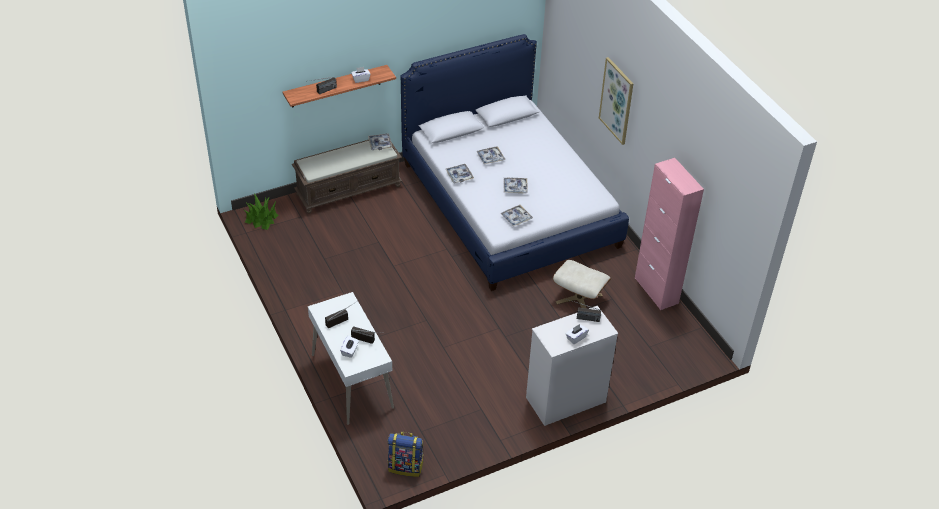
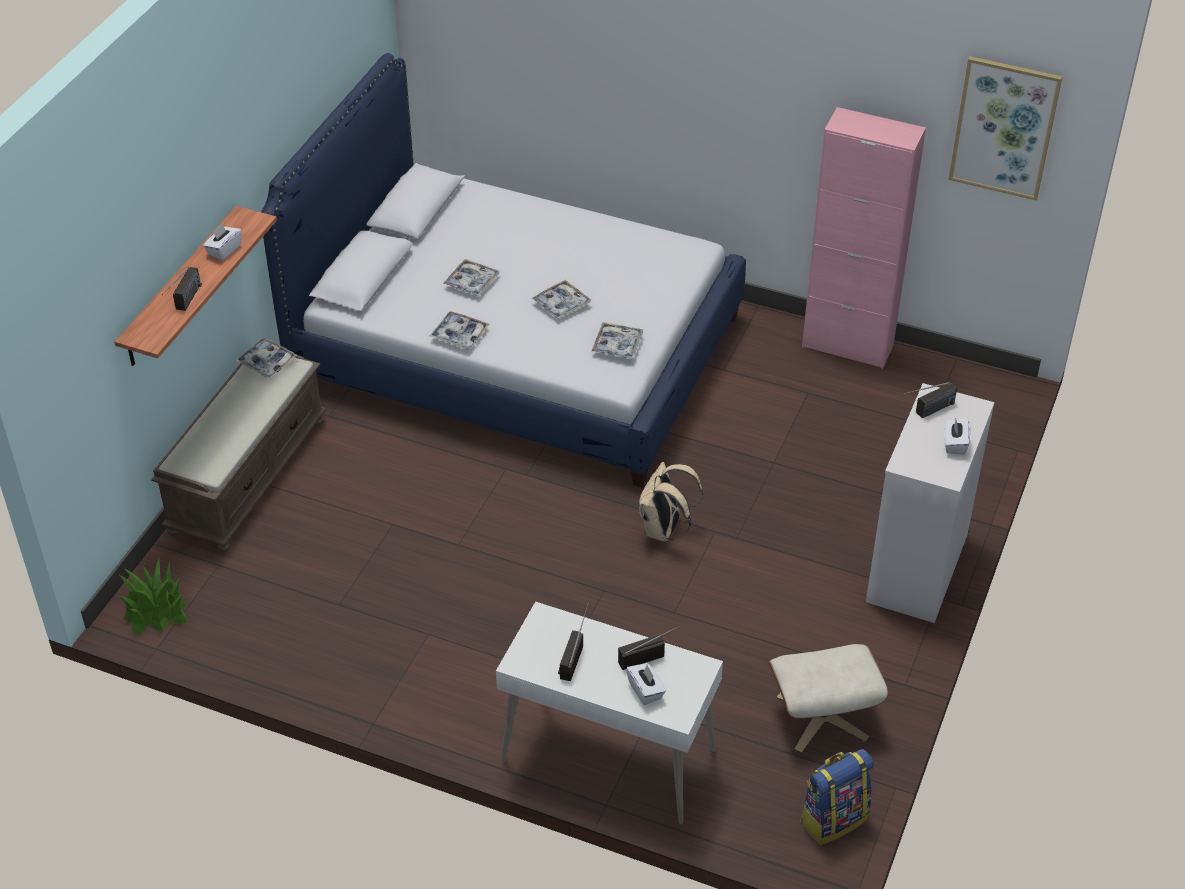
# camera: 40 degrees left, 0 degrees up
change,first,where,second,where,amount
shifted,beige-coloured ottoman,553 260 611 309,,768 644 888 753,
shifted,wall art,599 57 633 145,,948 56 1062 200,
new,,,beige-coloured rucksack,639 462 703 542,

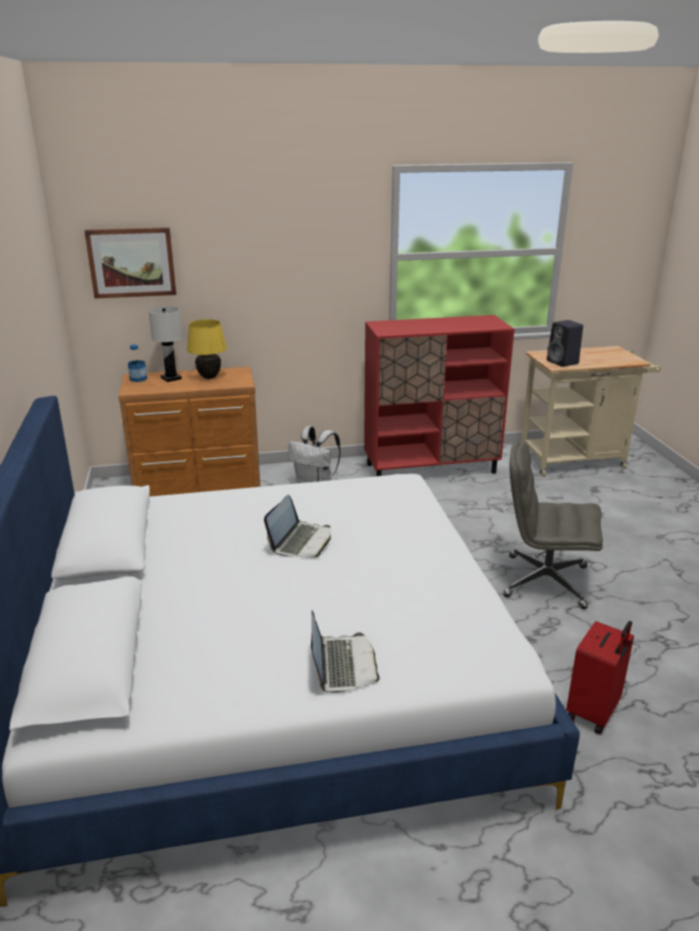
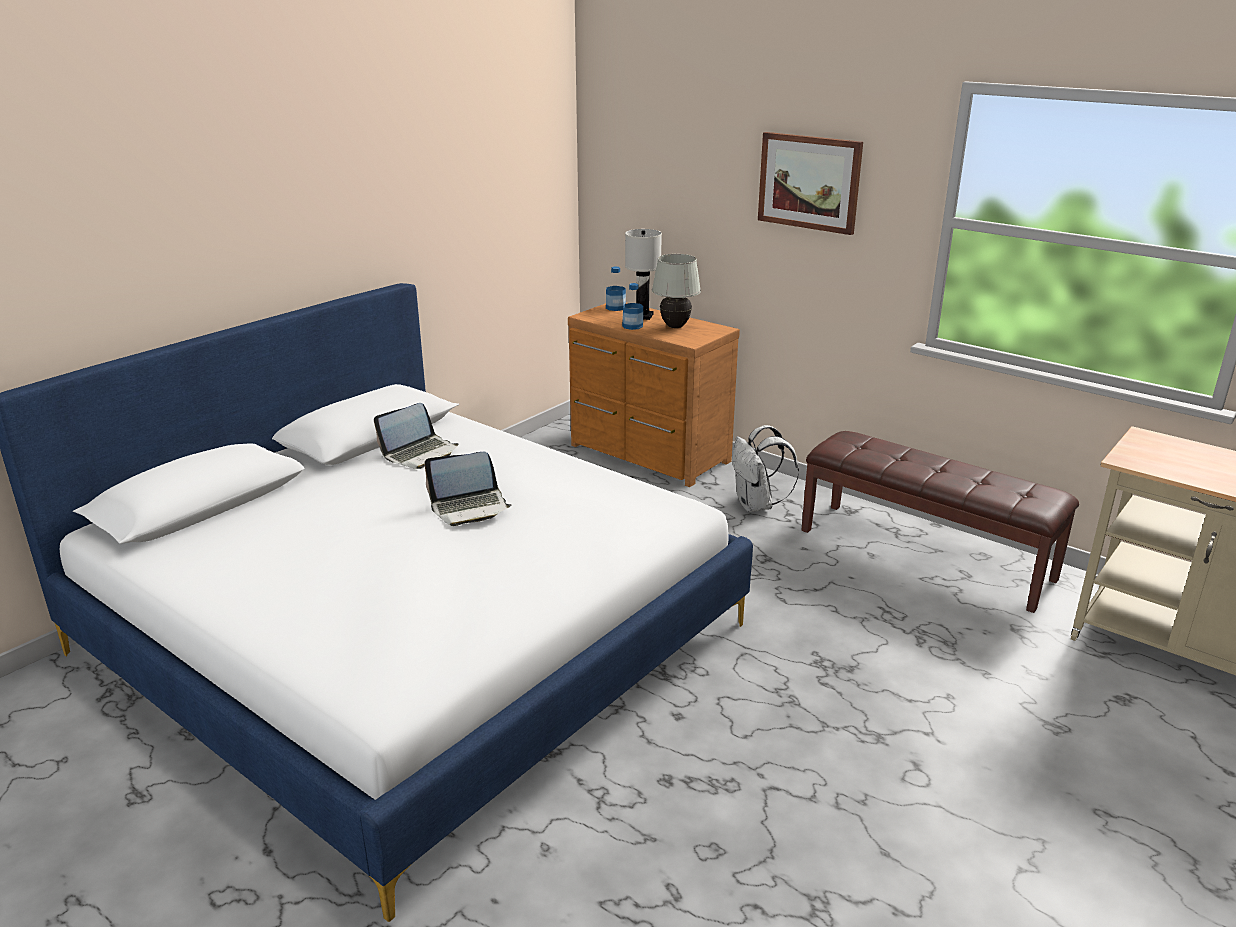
# camera: 50 degrees right, 0 degrees up
change,first,where,second,where,amount
shifted,wall art,84 227 176 298,,758 132 863 235,
repainted,yellowish tabletop lamp,187 319 227 379,white-coloured tabletop lamp,652 254 701 328,
shifted,laptop,311 611 380 693,,374 403 458 469,
swapped,red-coloured storage cabinet,364 315 515 476,brown long seat,801 431 1079 613,
gone,gray office chair,503 441 603 609,,,
gone,black-coloured loudspeaker,547 320 583 367,,,
gone,red-coloured piece of luggage,566 621 634 735,,,
new,,,bottle,622 283 643 330,

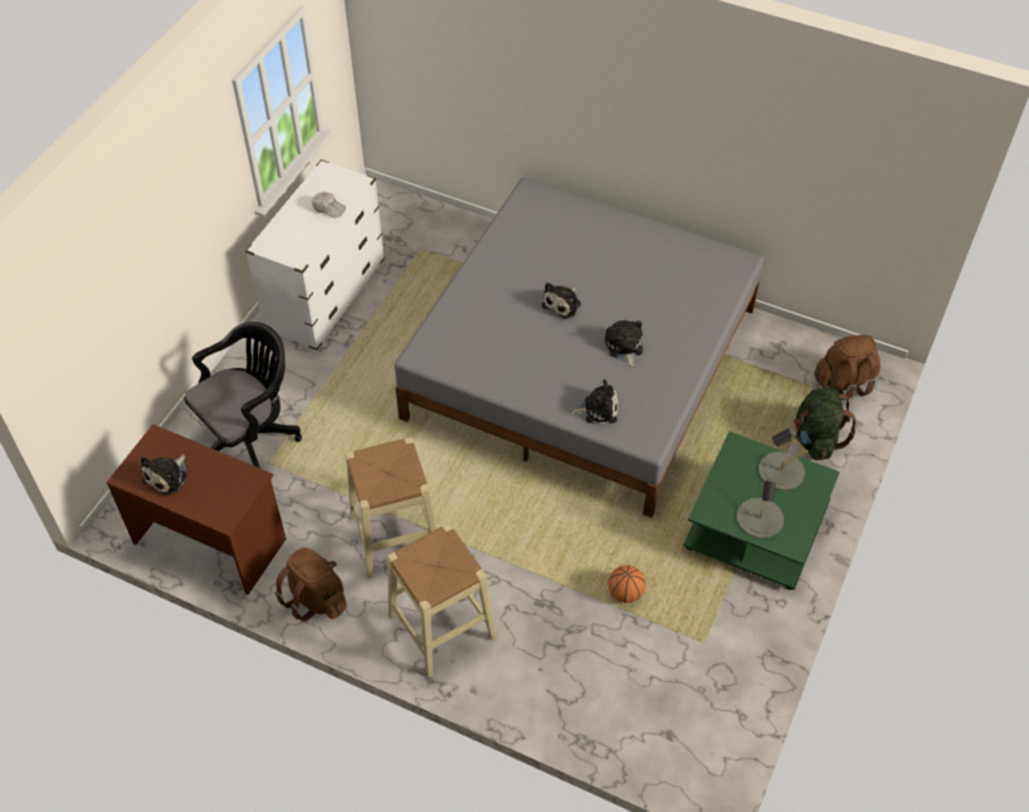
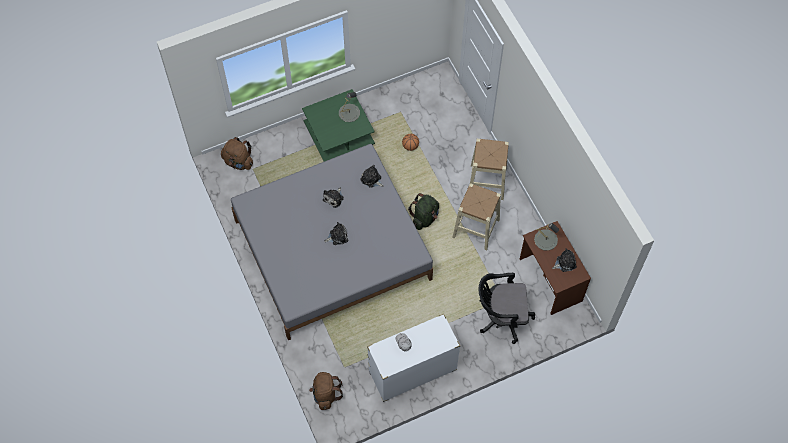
# camera: 140 degrees left, 10 degrees up
change,first,where,second,where,amount
shifted,brown rucksack,275 547 347 622,,309 372 343 410,
shifted,gray tabletop lamp,759 428 808 490,,534 223 559 250,
shifted,green-coloured rucksack,793 387 856 460,,408 193 439 230,

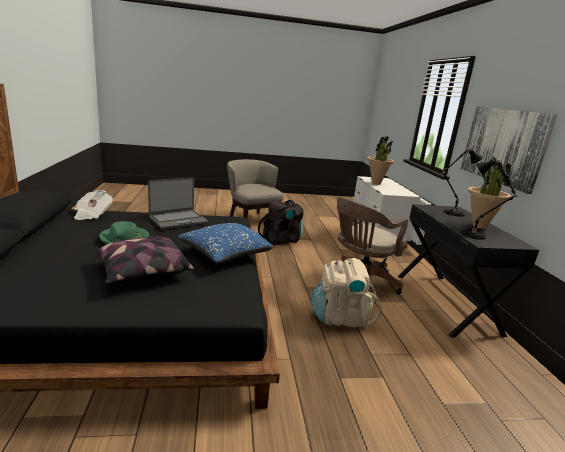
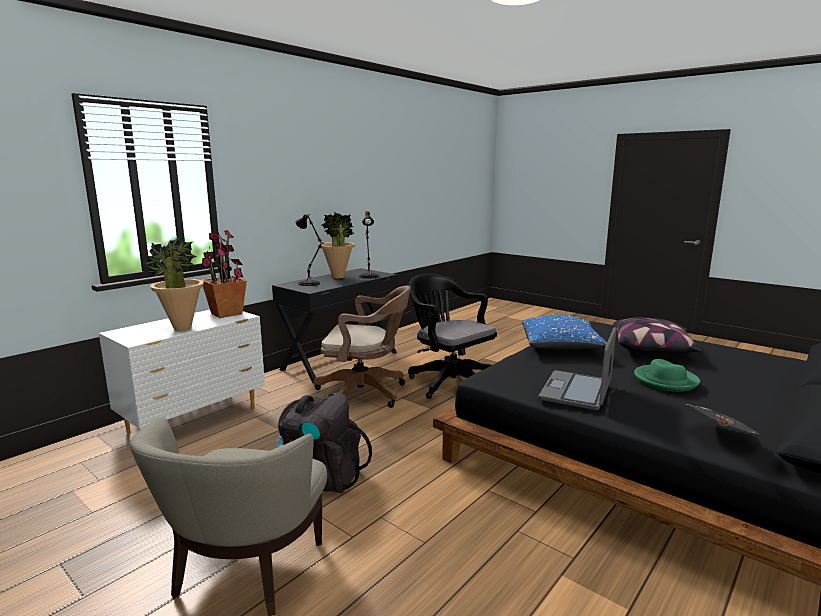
# camera: 130 degrees left, 5 degrees down
change,first,where,second,where,amount
rotated,laptop,148 177 208 230,,539 327 616 410,75 degrees counterclockwise
swapped,beige-coloured rucksack,311 258 382 328,black-coloured office chair,408 274 497 399,
gone,wall art,461 106 557 194,,,
new,,,plant in a pot,201 230 247 318,

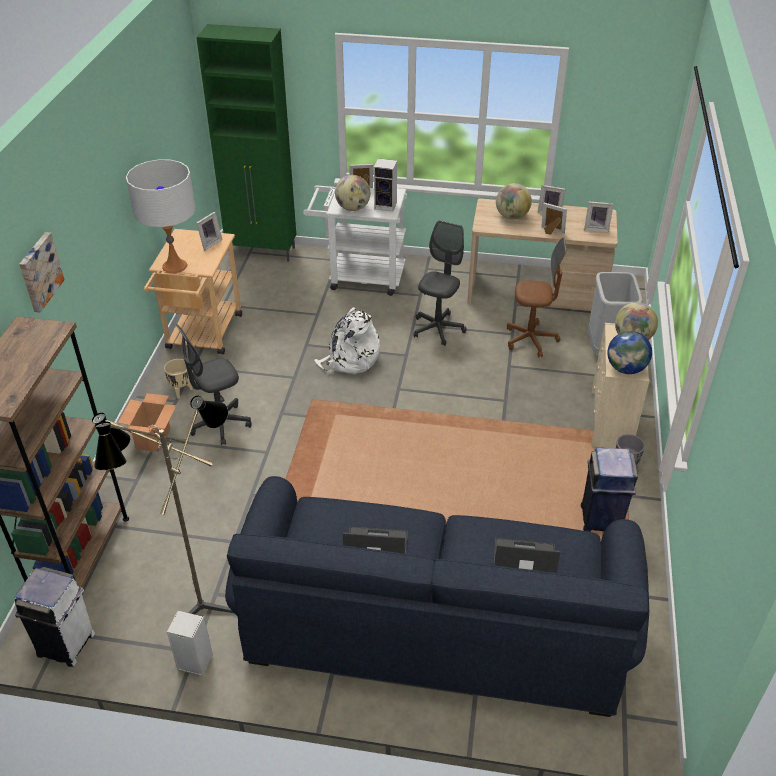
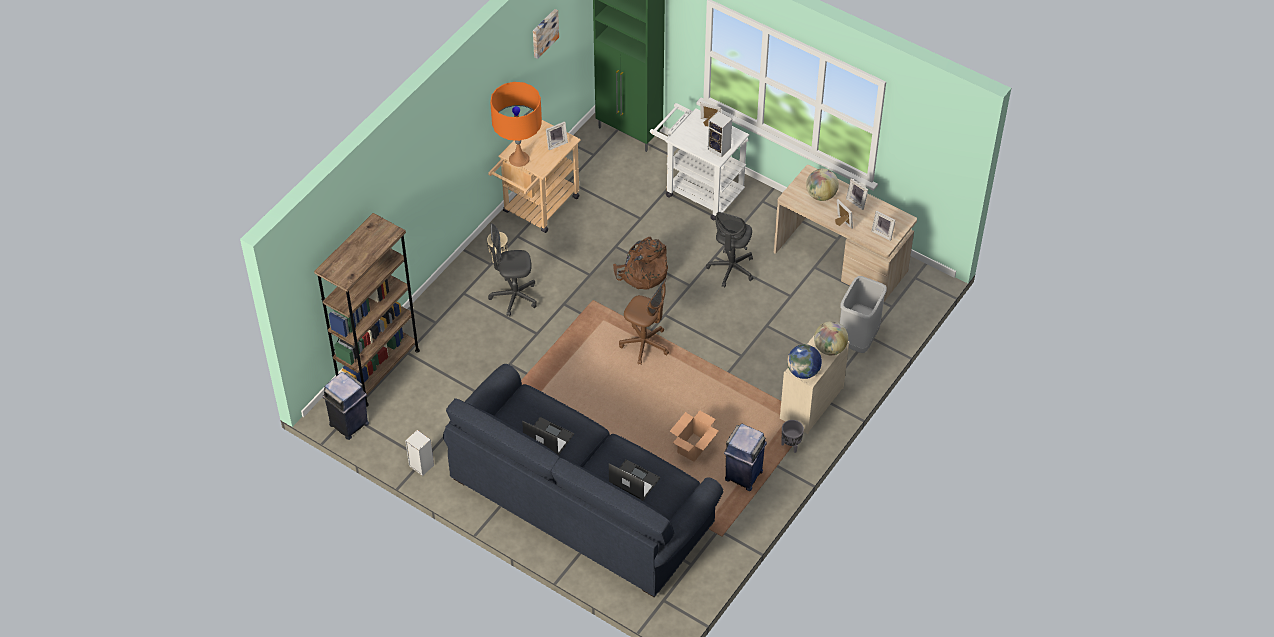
# camera: 25 degrees right, 10 degrees up
change,first,where,second,where,amount
repainted,white-coloured trash can,15 567 95 667,blue-coloured trash can,322 372 369 440,
shifted,wall art,19 232 64 313,,533 9 559 59,
gone,standard lamp,92 396 234 614,,,
shifted,packing box,118 393 176 452,,670 411 719 462,
repainted,white-coloured tabletop lamp,126 159 196 273,orange-coloured tabletop lamp,490 82 542 167,
repainted,white-coloured rucksack,314 307 380 375,brown rucksack,613 237 668 289,
gone,globe,335 175 370 211,,,
rotated,gray office chair,413 220 467 346,,706 212 753 287,150 degrees clockwise
shifted,brown office chair,507 238 567 357,,619 278 669 364,

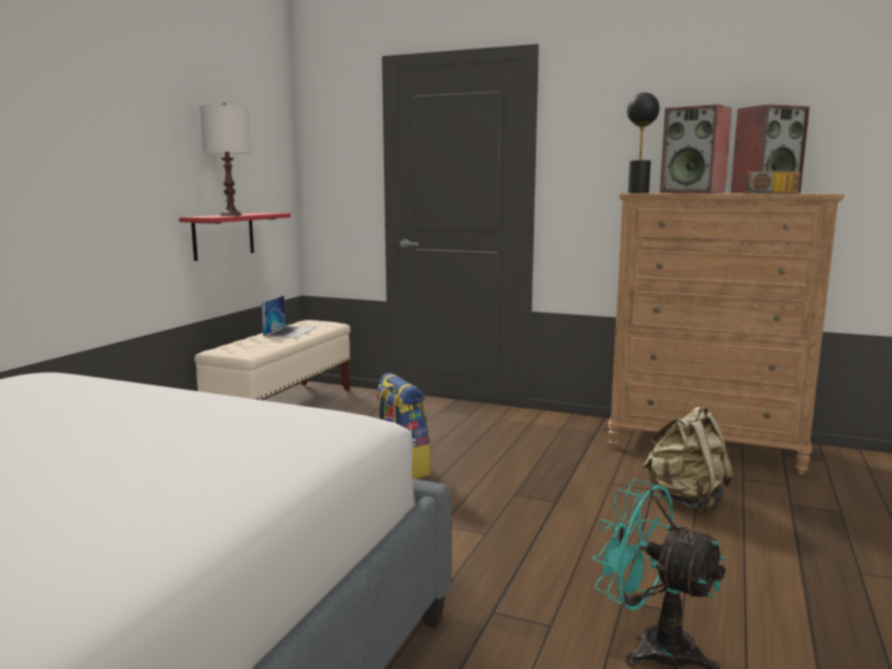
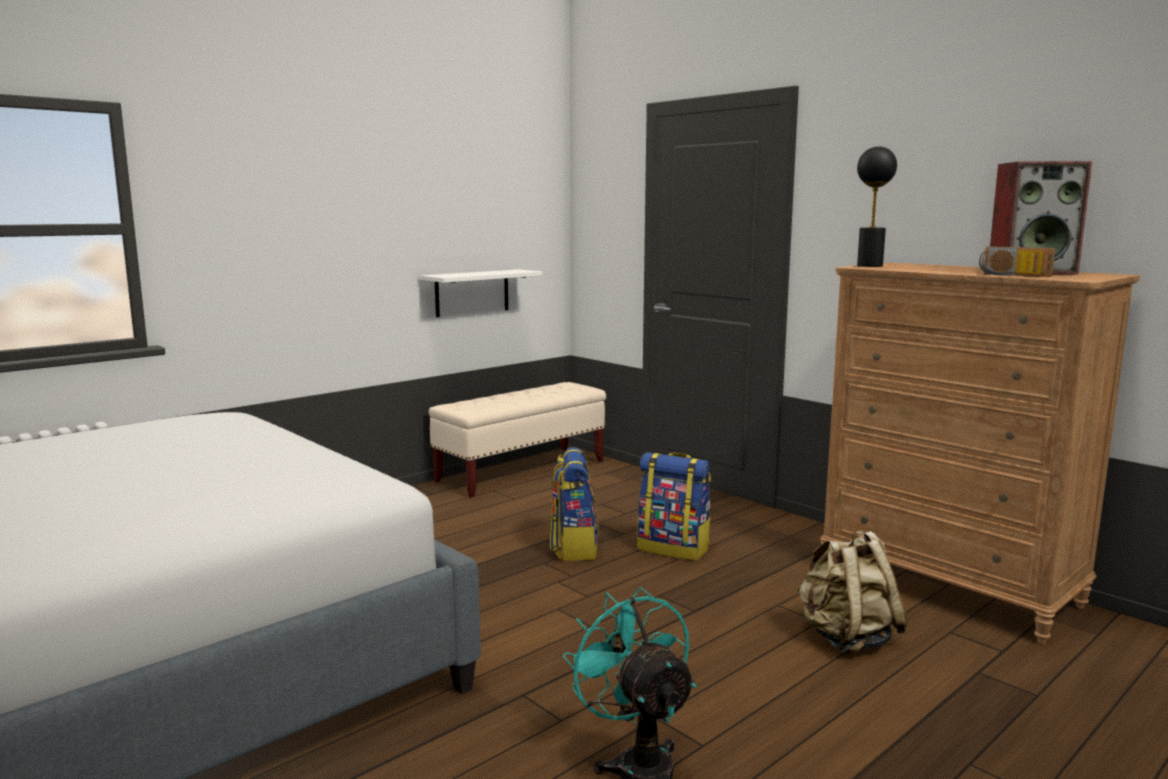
# camera: 25 degrees right, 0 degrees up
change,first,where,second,where,amount
repainted,red-coloured bracket shelf,179 213 291 261,white-coloured bracket shelf,421 269 543 317,
gone,white-coloured tabletop lamp,200 103 251 216,,,
gone,laptop,261 296 316 338,,,
gone,loudspeaker,660 104 732 193,,,
new,,,rucksack,637 452 711 561,

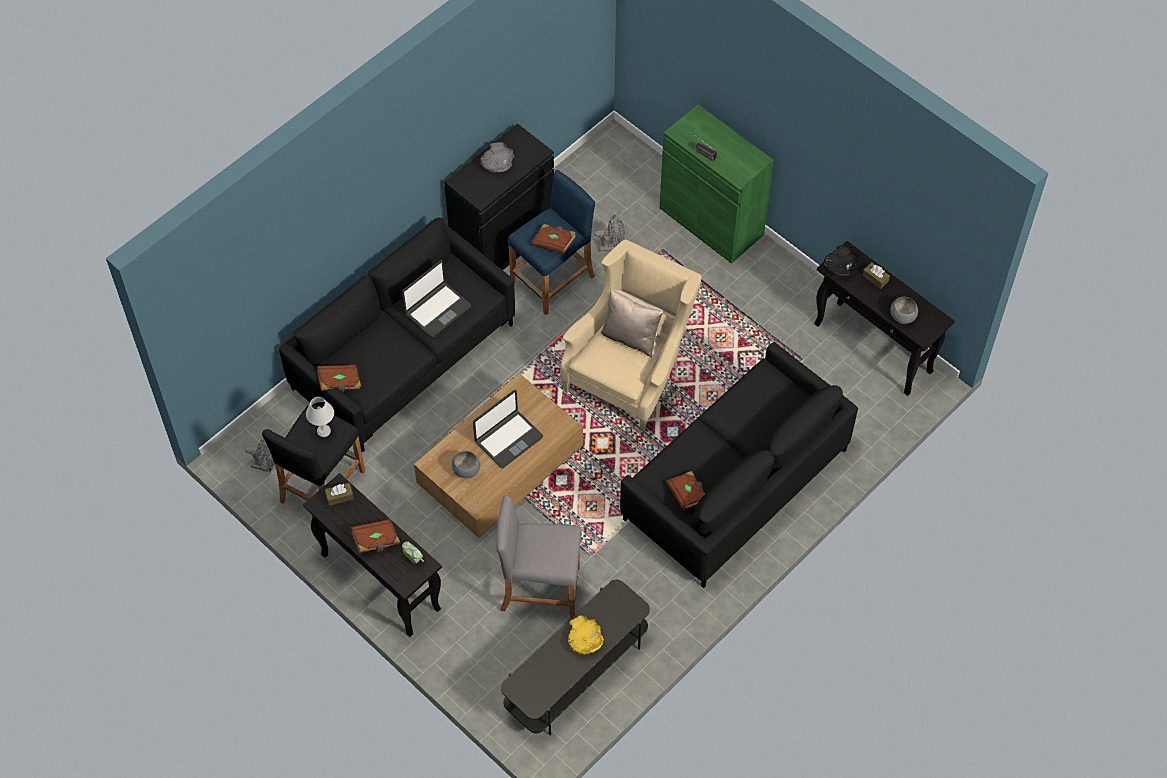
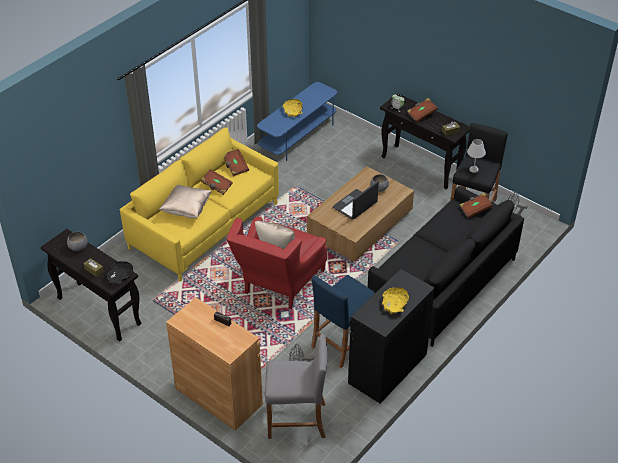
# camera: 175 degrees right, 15 degrees down
change,first,where,second,where,amount
gone,laptop,402 260 471 337,,,
repainted,gray deep dish,481 142 514 173,yellowish deep dish,382 287 409 314,
shifted,gray stool,496 495 581 618,,265 334 327 439,
repainted,gray media console,501 580 650 735,blue-coloured media console,257 82 337 161,
shifted,brown volume,531 224 577 254,,201 169 233 195,
repainted,beige-coloured armchair,560 239 702 430,red-coloured armchair,227 217 327 309,
repainted,black-coloured sofa,620 342 858 588,yellowish sofa,120 127 279 282,
repainted,green-coloured storage cabinet,660 104 774 264,brown storage cabinet,166 298 263 431,
new,,,beige-coloured pillow,159 185 212 218,

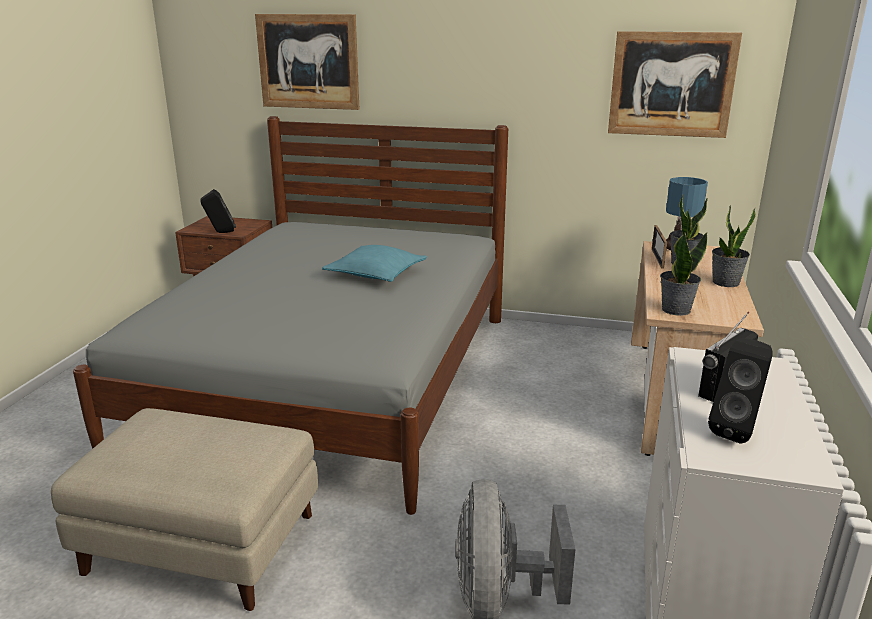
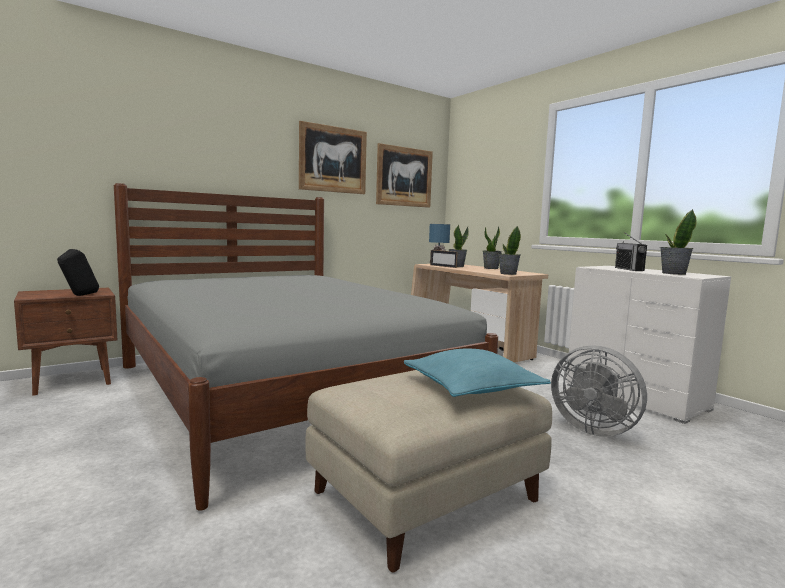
# camera: 50 degrees left, 15 degrees down
change,first,where,second,where,amount
shifted,wall art,255 14 359 110,,299 121 367 194,
shifted,blue-green pillow,322 245 427 282,,404 349 551 397,
swapped,black-coloured loudspeaker,708 338 772 443,plant in a pot,660 209 697 275,

